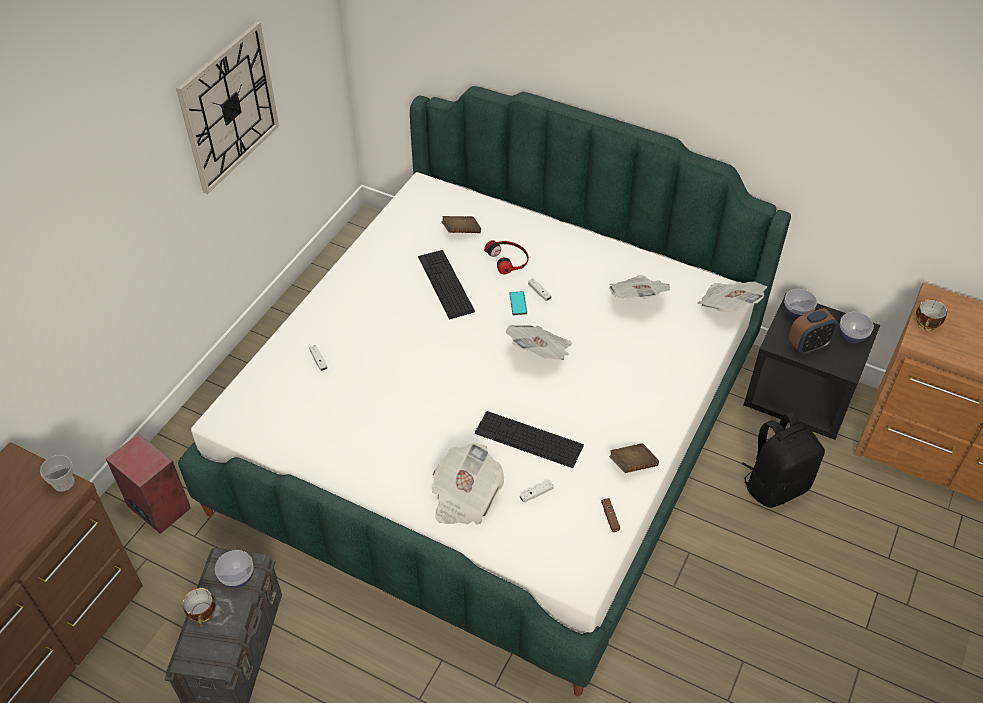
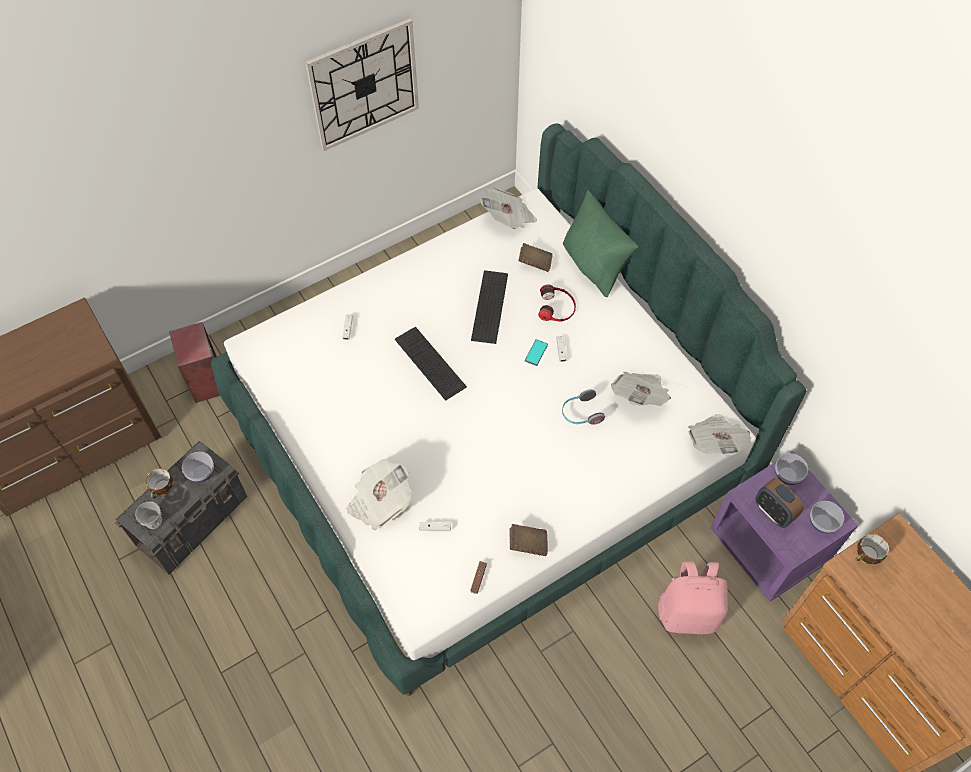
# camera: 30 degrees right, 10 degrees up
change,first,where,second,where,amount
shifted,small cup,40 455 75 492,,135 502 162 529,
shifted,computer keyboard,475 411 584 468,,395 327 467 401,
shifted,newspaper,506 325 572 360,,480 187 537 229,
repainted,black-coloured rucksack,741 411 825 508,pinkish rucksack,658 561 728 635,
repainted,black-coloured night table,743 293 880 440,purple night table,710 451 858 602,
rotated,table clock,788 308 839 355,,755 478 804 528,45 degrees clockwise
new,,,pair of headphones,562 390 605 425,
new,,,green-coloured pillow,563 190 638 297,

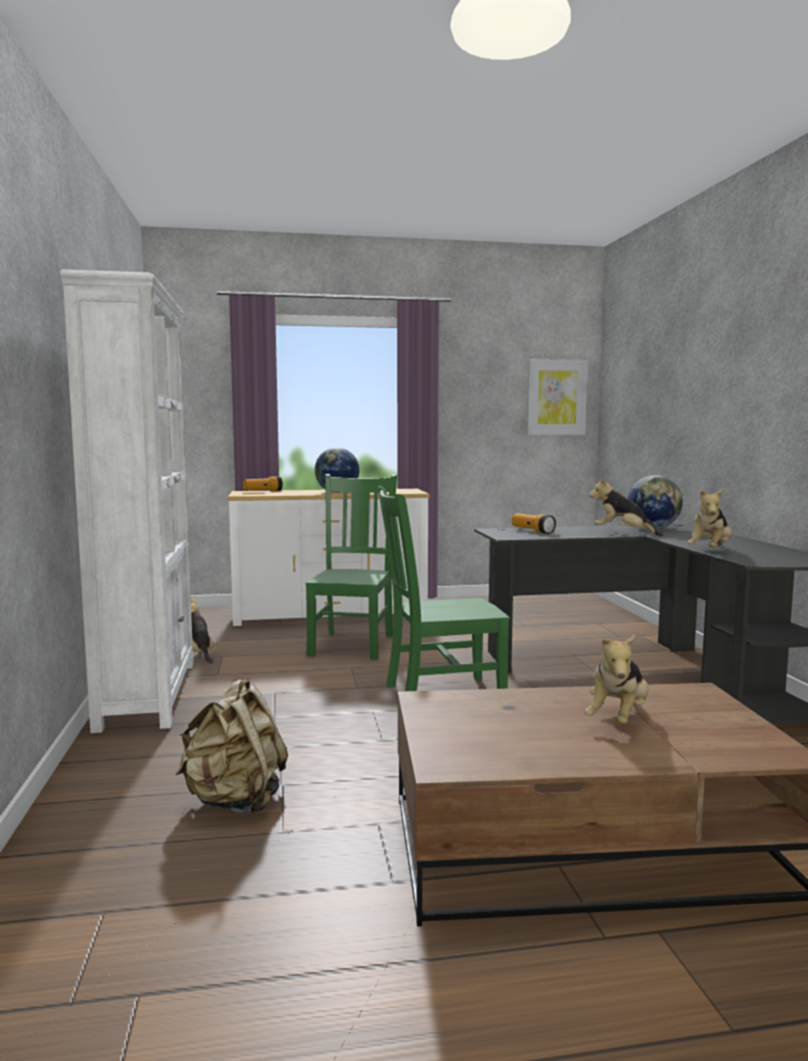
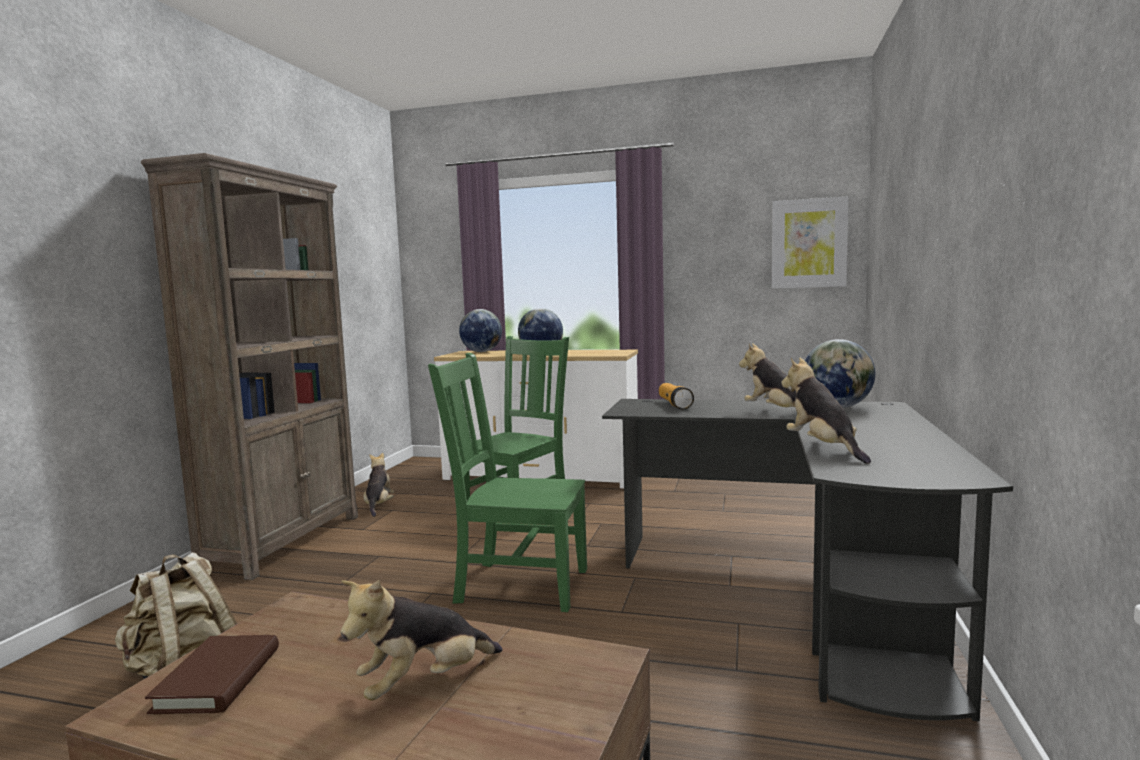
# camera: 25 degrees right, 0 degrees up
change,first,where,second,where,amount
repainted,white-coloured bookcase,60 269 194 733,brown bookcase,141 153 358 580,
swapped,torch,243 476 283 491,globe,459 309 502 352,
rotated,cuddly toy,688 488 732 548,,781 358 871 464,105 degrees clockwise
new,,,brown volume,145 635 279 714,

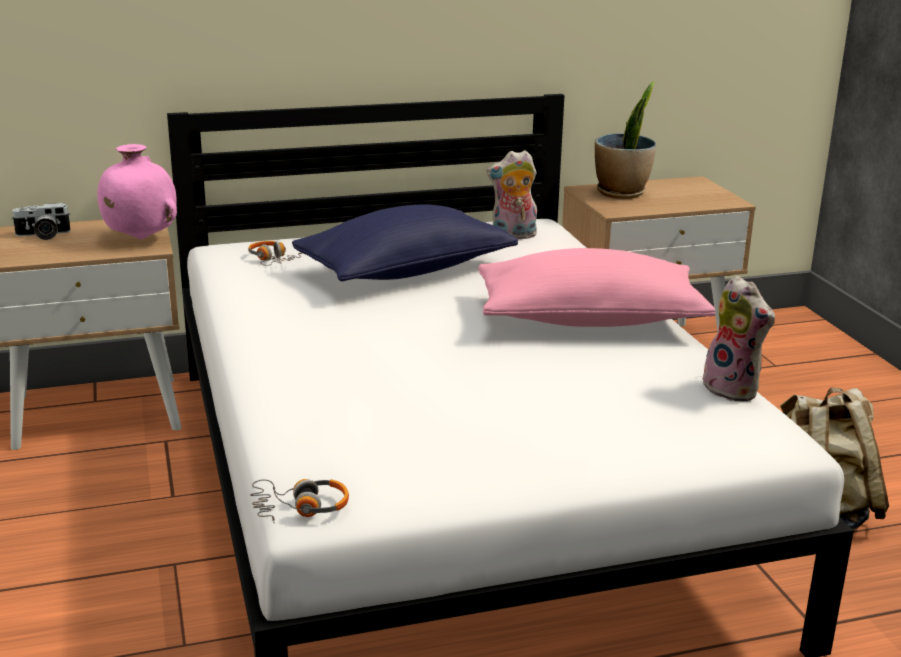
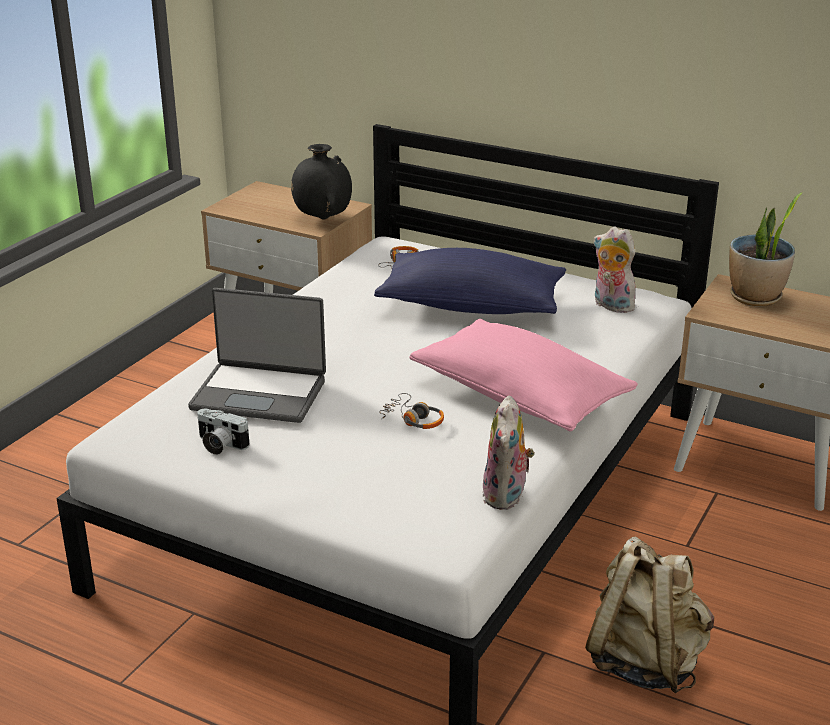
# camera: 45 degrees right, 5 degrees up
change,first,where,second,where,amount
shifted,still camera,11 203 71 240,,197 409 250 455,
repainted,pinkish decorative vase,97 144 177 239,black-coloured decorative vase,291 144 352 220,
shifted,pair of headphones,250 479 349 523,,379 393 444 429,
new,,,laptop,188 288 326 423,

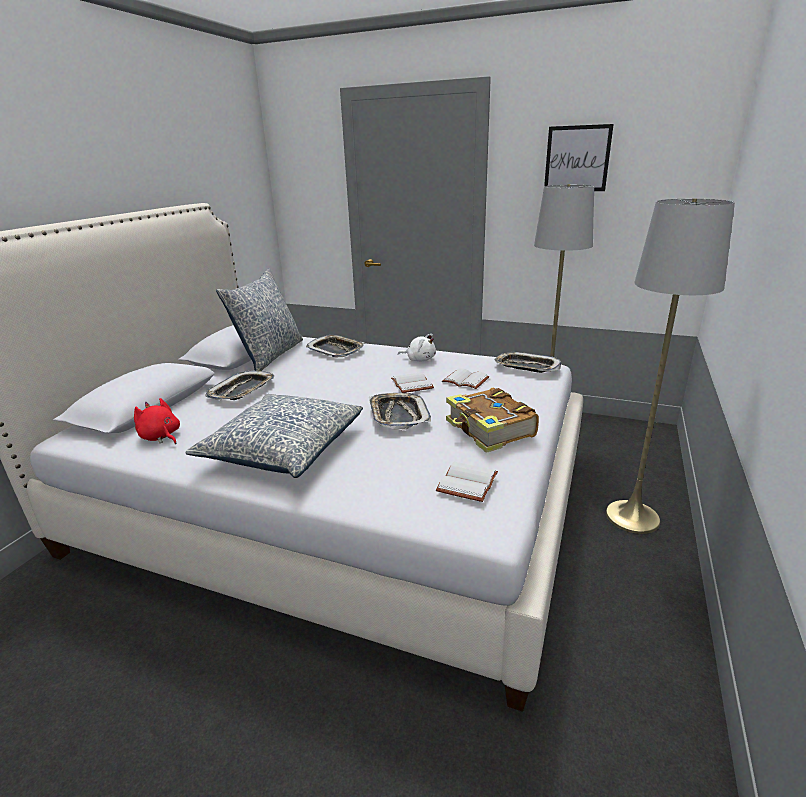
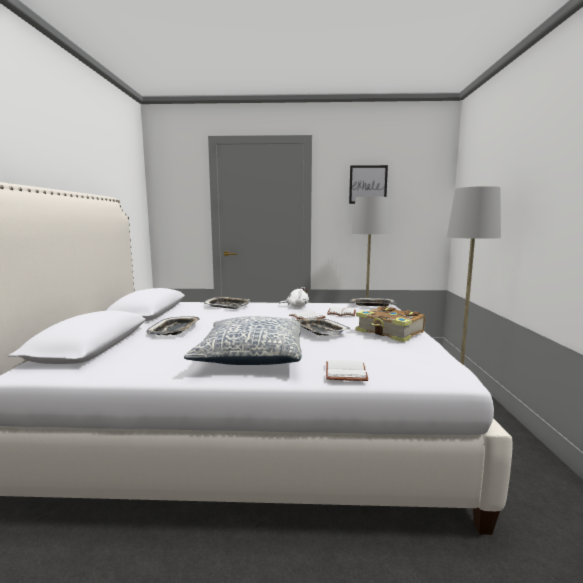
# camera: 20 degrees left, 15 degrees down
change,first,where,second,where,amount
gone,red-coloured cuddly toy,134 398 180 444,,,
gone,pillow,216 268 303 371,,,
shifted,white-coloured volume,436 462 498 502,,326 360 368 381,

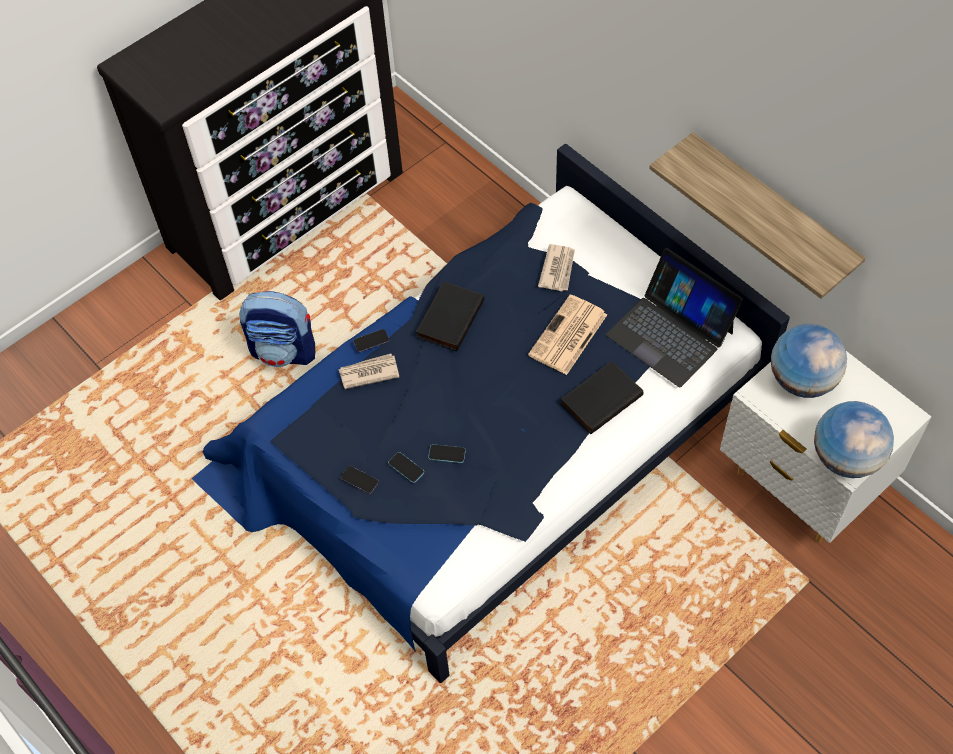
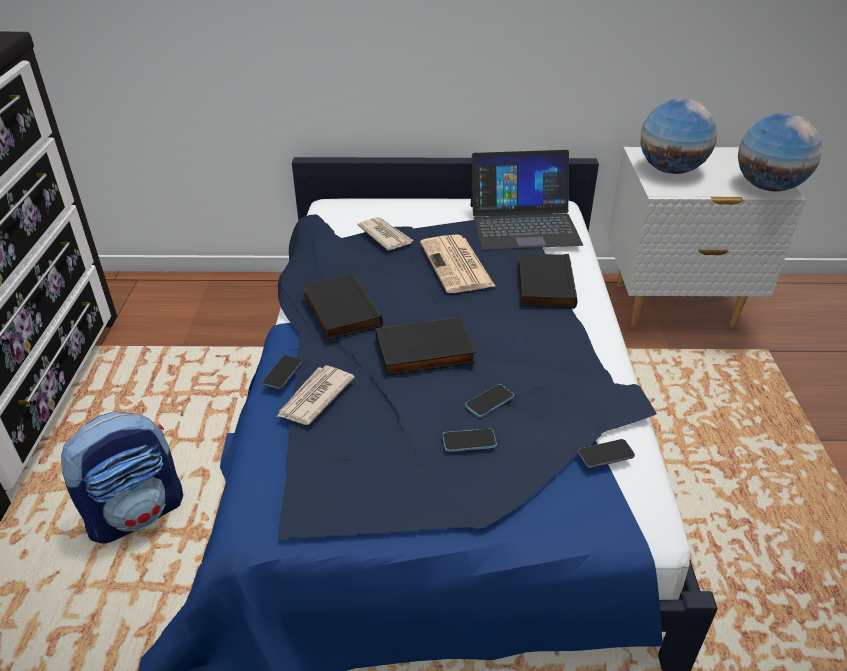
# camera: 50 degrees left, 20 degrees down
change,first,where,second,where,amount
shifted,handset,341 466 379 494,,578 439 635 468,
gone,bracket shelf,649 132 865 299,,,
new,,,black-coloured volume,376 317 476 376,

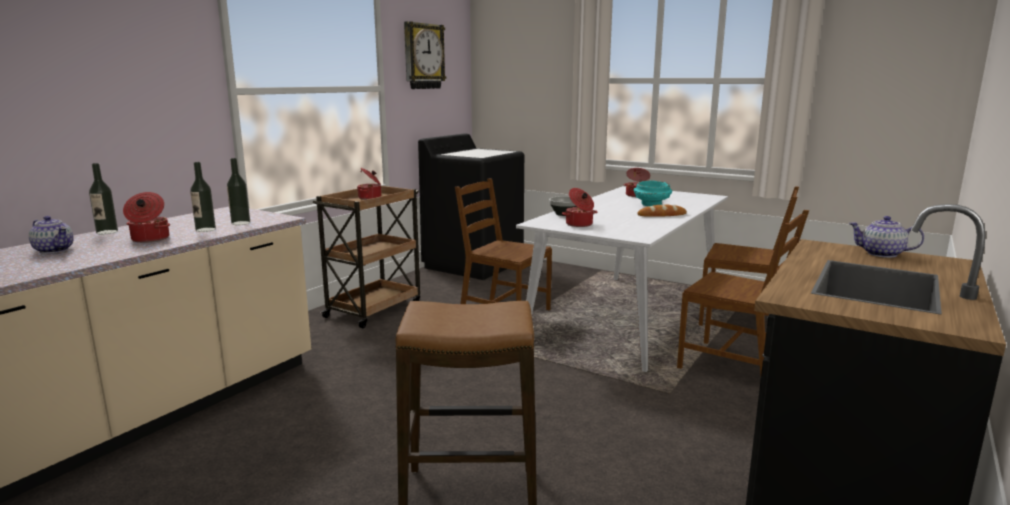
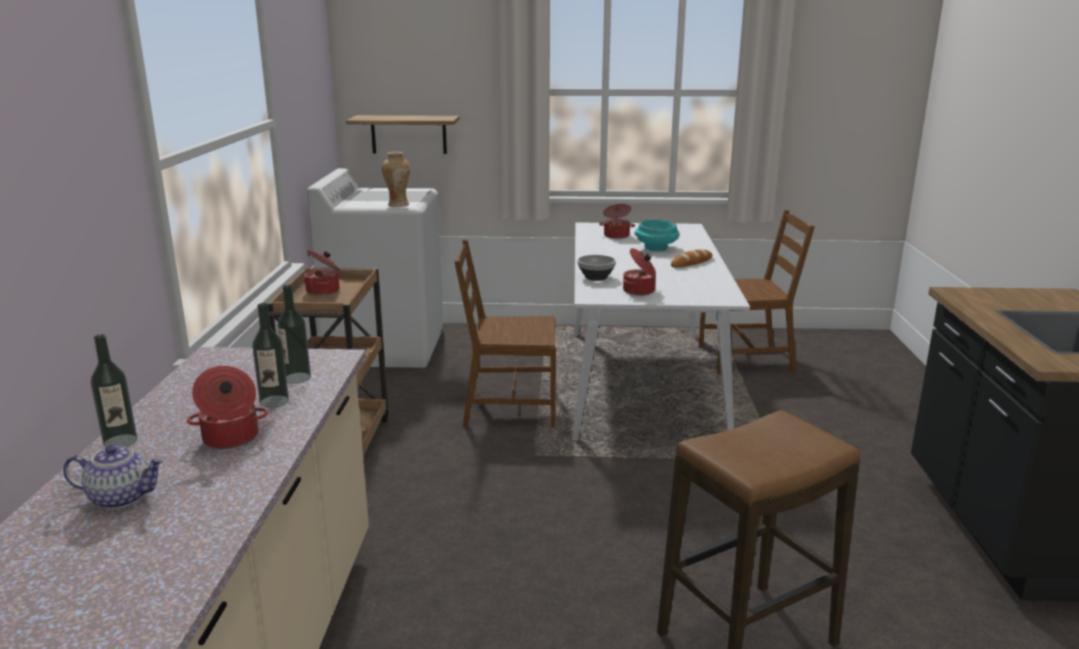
# camera: 30 degrees left, 5 degrees up
change,first,where,second,where,amount
gone,clock on the wall,404 21 446 89,,,
repainted,black-coloured laundry machine,418 134 524 280,white-coloured laundry machine,307 168 444 368,
gone,brown upright chair,677 210 809 375,,,
gone,pot for tea,849 216 924 258,,,
new,,,bracket shelf,346 115 460 154,
new,,,decorative vase,382 152 410 207,

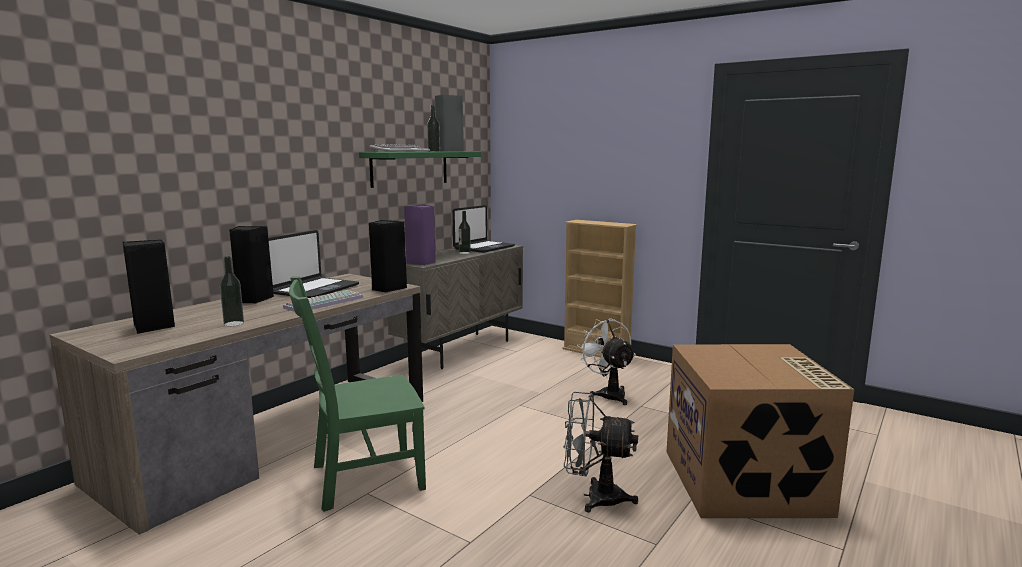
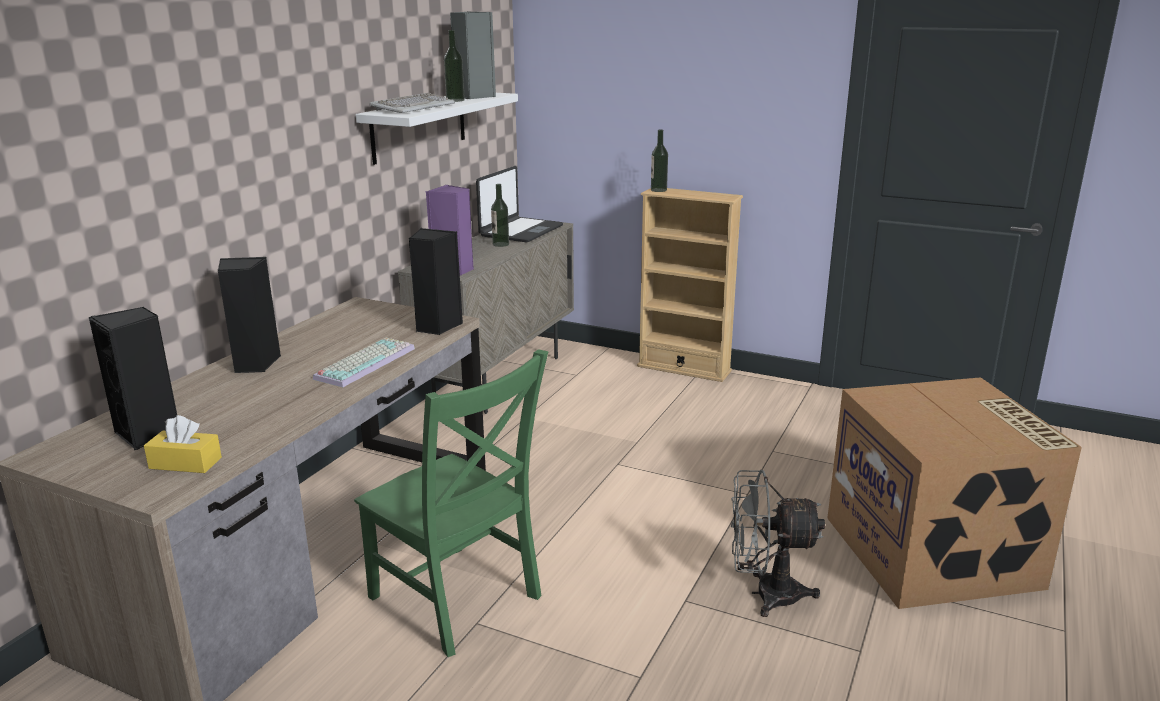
# camera: 10 degrees left, 10 degrees up
change,first,where,second,where,amount
shifted,bottle,220 256 244 326,,651 129 668 192,
gone,laptop,268 230 359 298,,,
rotated,green-coloured upright chair,289 277 426 512,,354 349 548 657,105 degrees counterclockwise
repainted,green-coloured bracket shelf,359 152 481 188,white-coloured bracket shelf,356 93 518 165,
gone,white-coloured electric fan,577 318 636 405,,,
new,,,yellowish box of tissues,144 415 222 473,

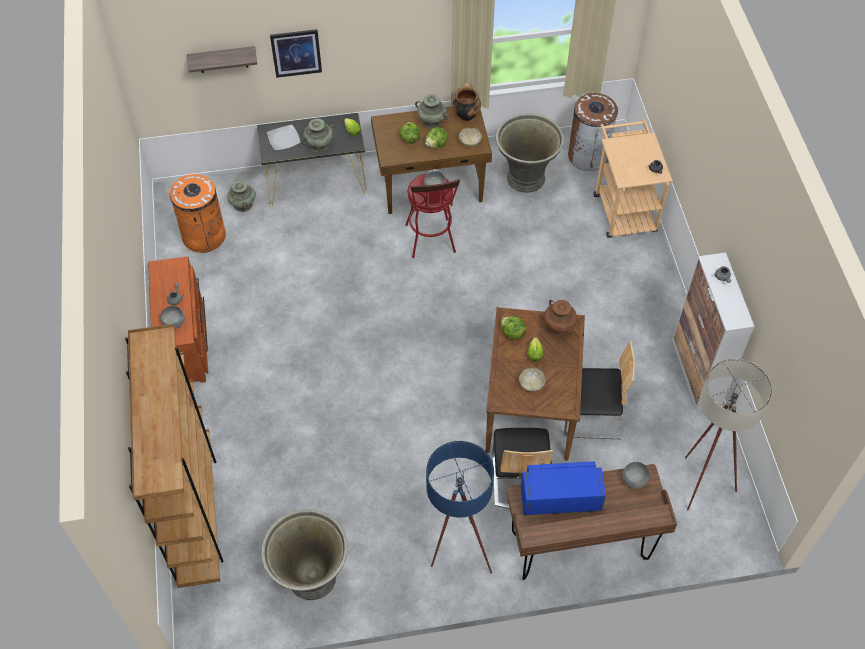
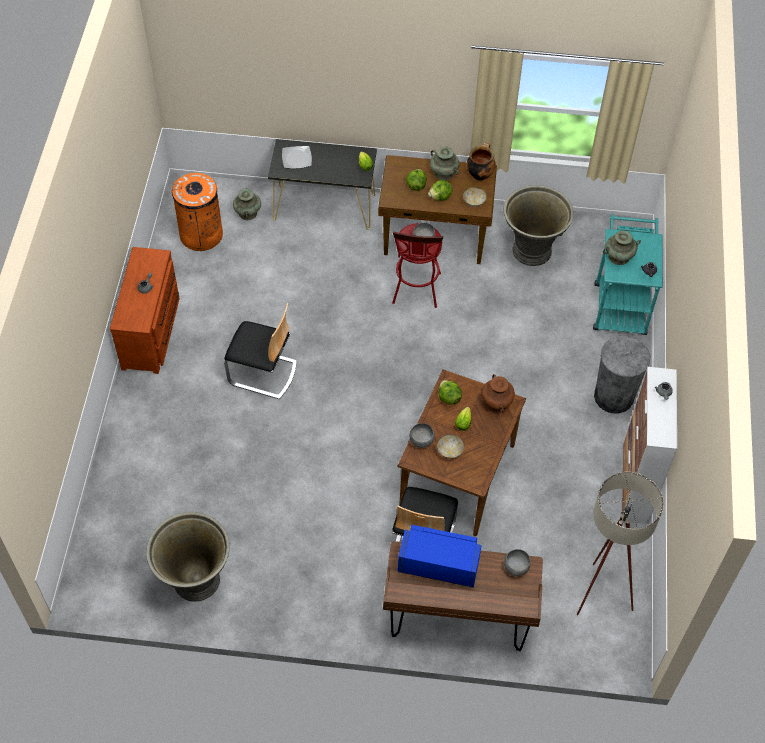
# camera: 15 degrees right, 0 degrees up
change,first,where,second,where,amount
gone,brown bookcase,125 324 224 588,,,
shifted,gray deep dish,160 306 185 329,,410 423 434 448,
gone,bracket shelf,187 46 257 73,,,
gone,wall art,270 29 322 78,,,
shifted,blue-green decorative vase,301 119 335 152,,603 231 641 265,
gone,blue-coloured standard lamp,426 441 494 574,,,
shifted,upright chair,564 342 635 440,,224 303 297 400,
gone,brown trash can,568 93 620 171,,,
repainted,beige-coloured trolley,594 119 673 238,blue-green trolley,593 214 663 335,
new,,,gray trash can,594 336 651 414,

